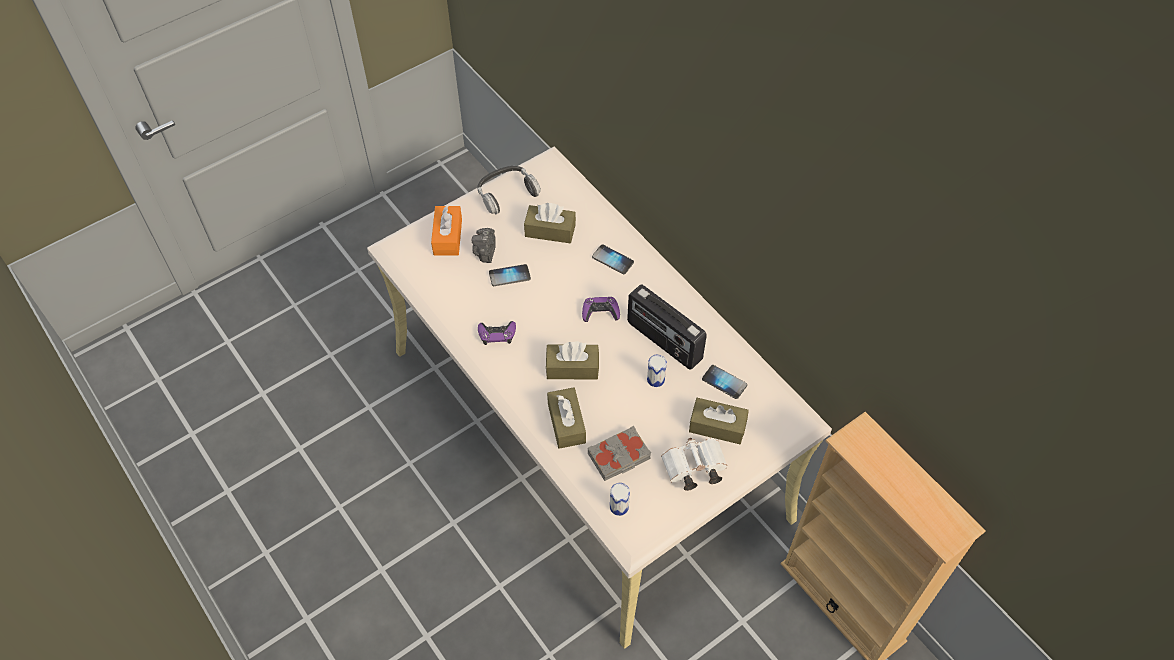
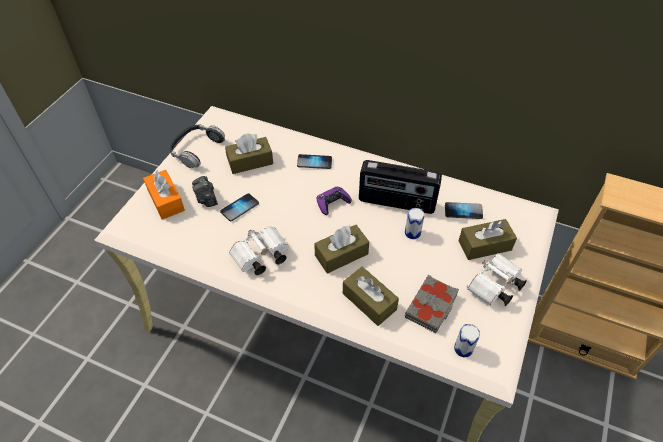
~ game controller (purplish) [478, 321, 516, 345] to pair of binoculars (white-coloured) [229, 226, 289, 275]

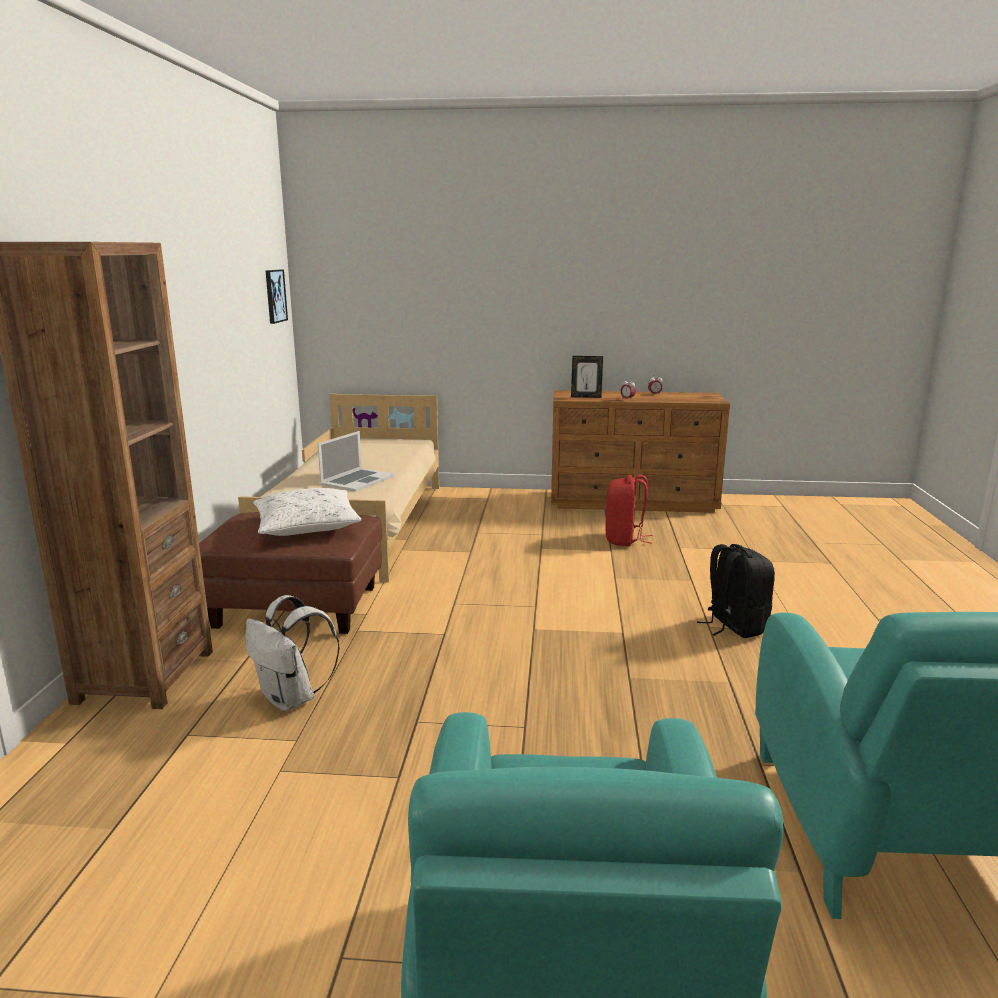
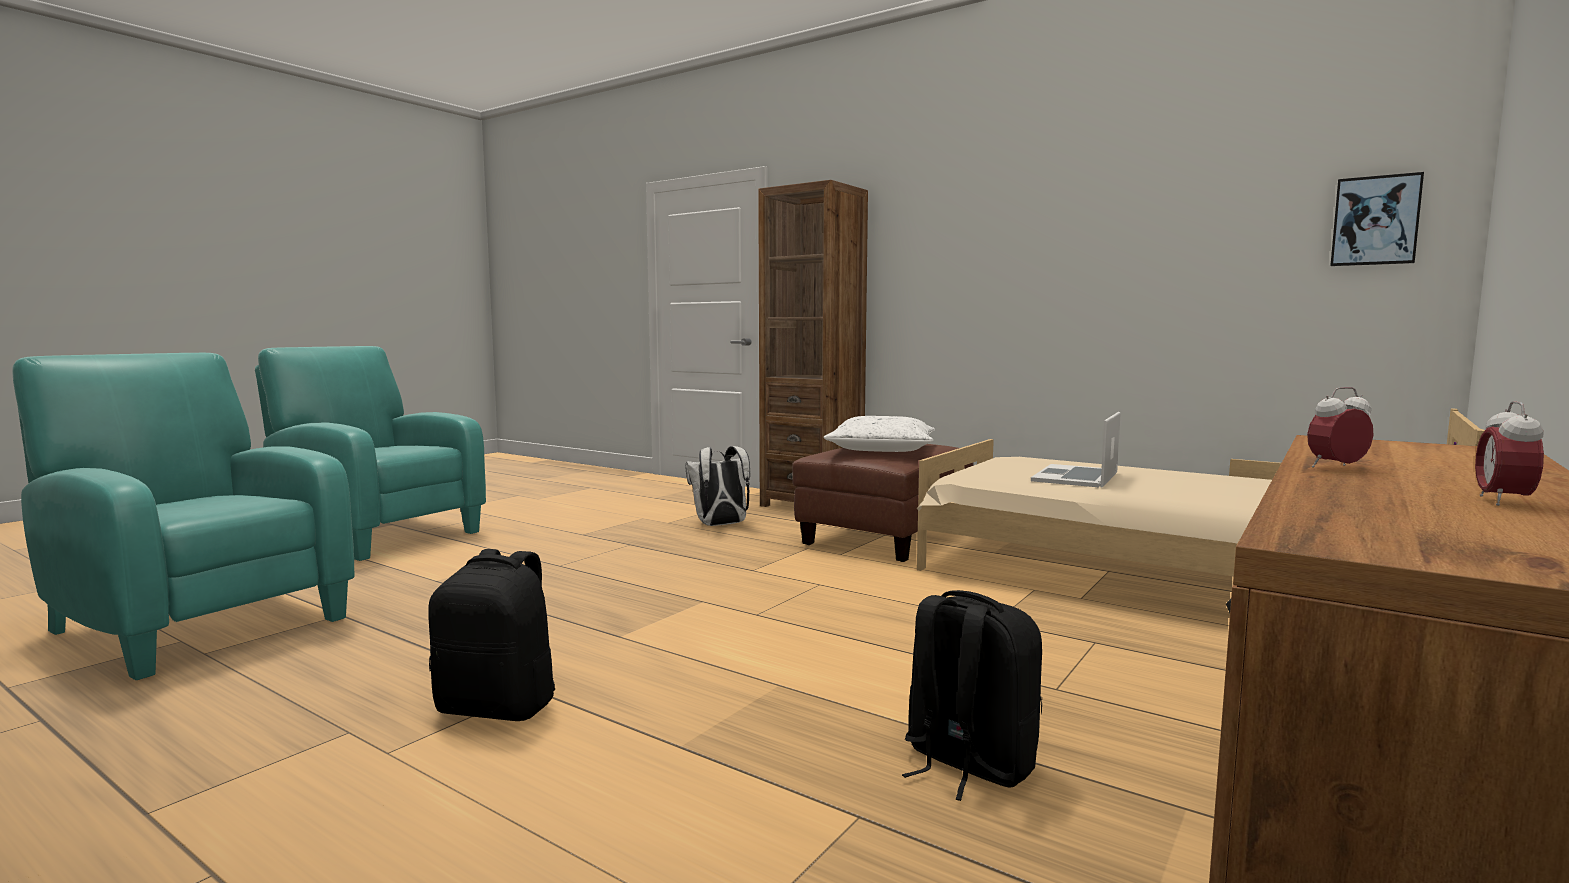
- picture frame [571, 356, 603, 398]
~ backpack (red) [605, 475, 653, 546] to backpack (black-coloured) [902, 590, 1042, 801]
~ notebook computer [318, 431, 395, 492] = [1031, 412, 1121, 487] 60 degrees clockwise

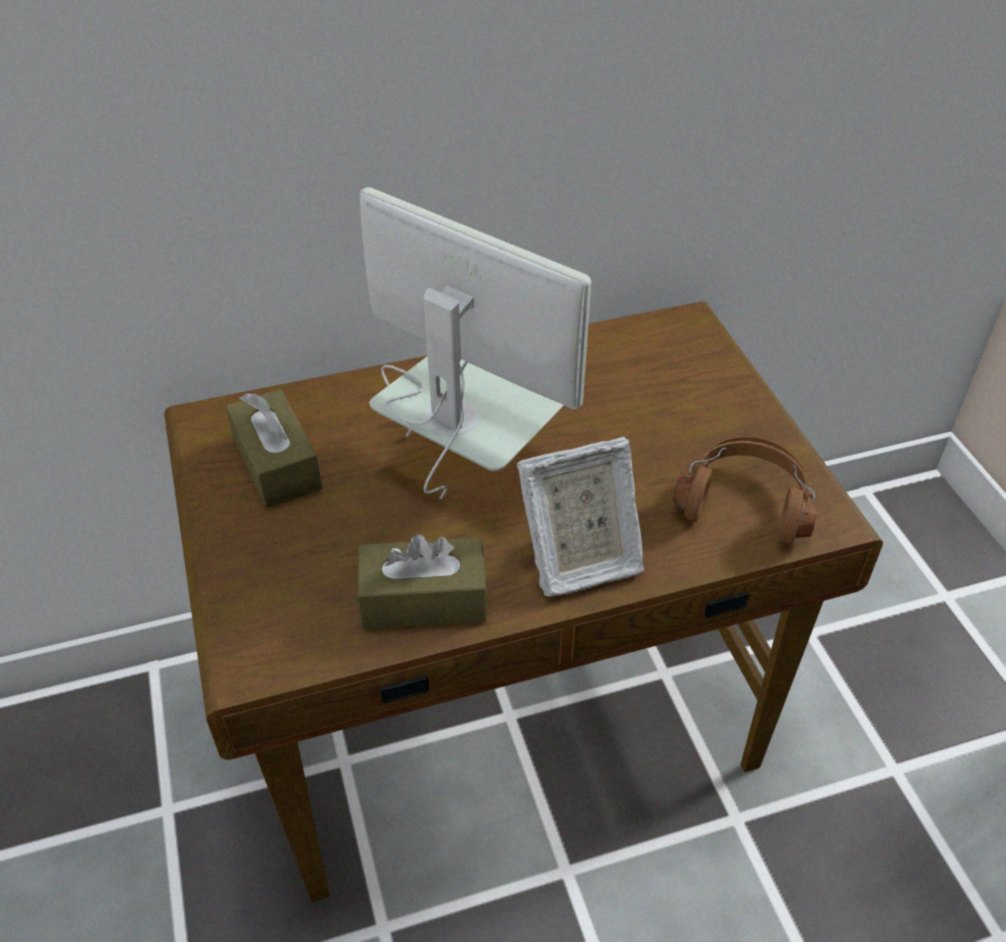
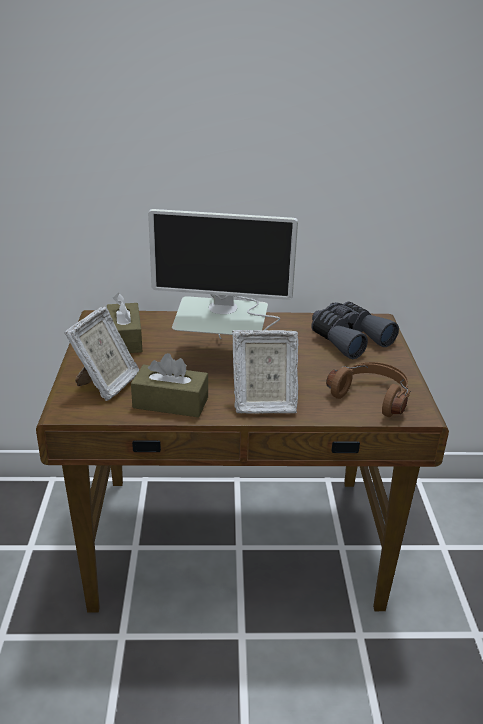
+ picture frame [65, 307, 139, 401]
+ pair of binoculars (greyish) [311, 302, 399, 359]
~ computer display [359, 187, 591, 499] = [148, 209, 298, 339] 135 degrees clockwise

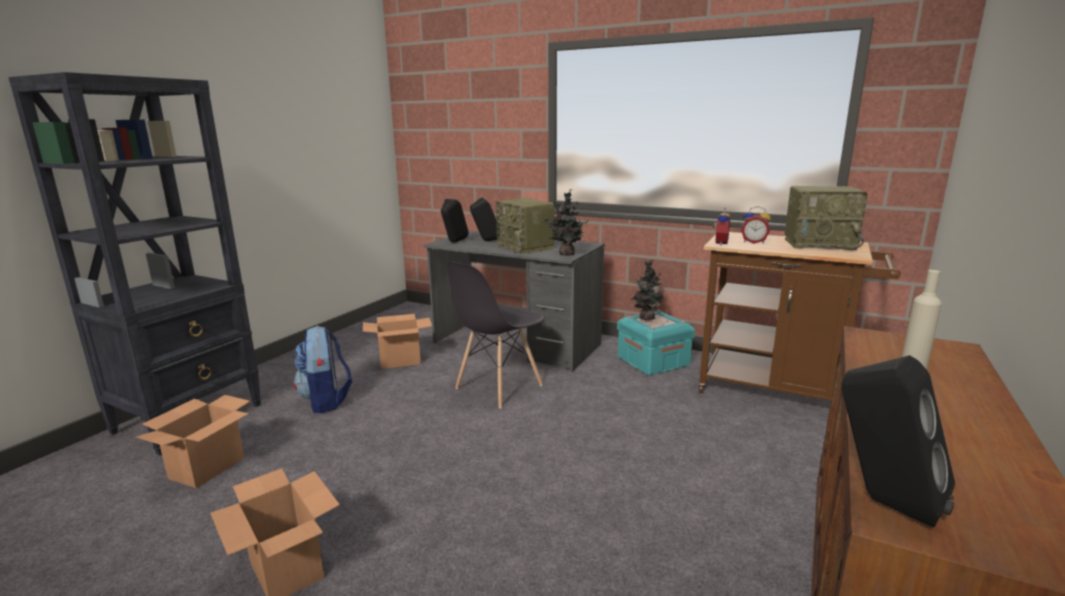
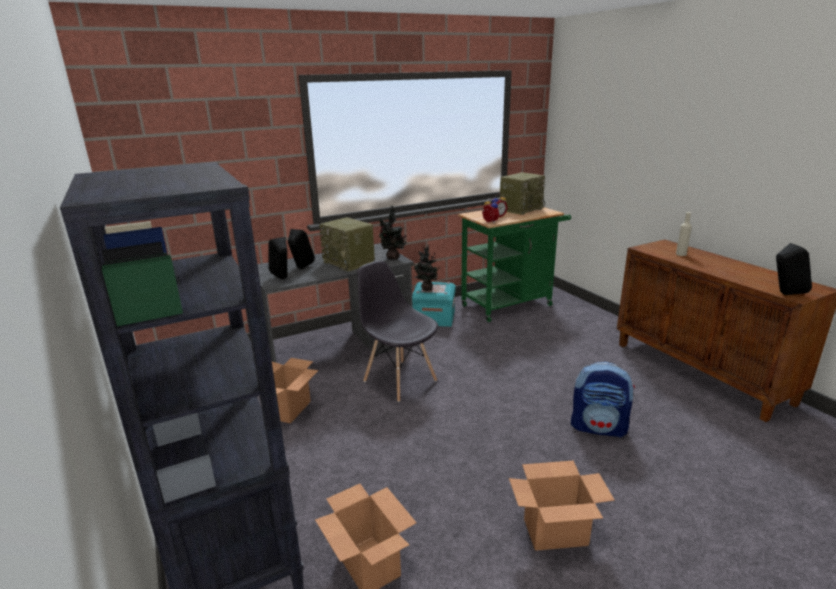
~ backpack [294, 326, 352, 413] to [571, 362, 635, 438]
~ trolley (brownish) [699, 232, 901, 401] to trolley (greenish) [458, 207, 571, 322]
~ plain chair (greyish) [447, 261, 545, 408] = [357, 261, 438, 402] 150 degrees clockwise
~ radio [496, 198, 555, 254] = [319, 217, 375, 272] 45 degrees clockwise

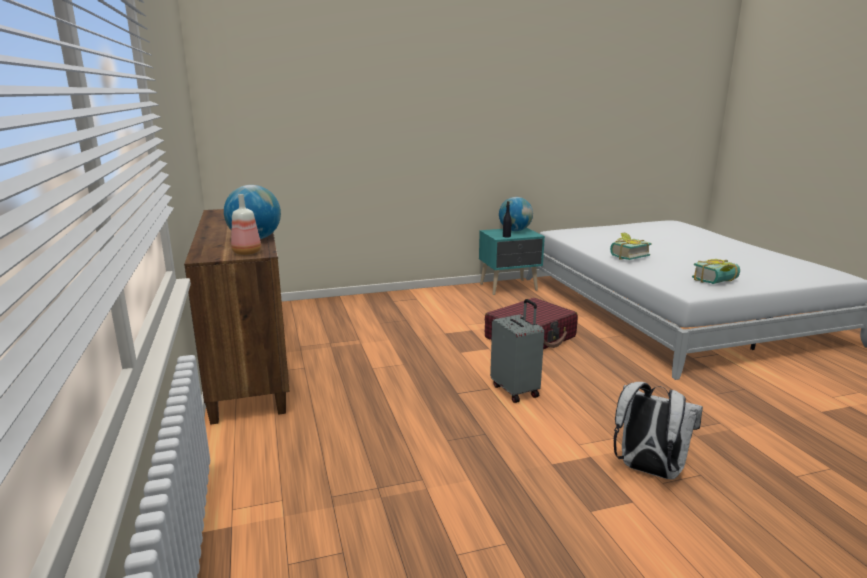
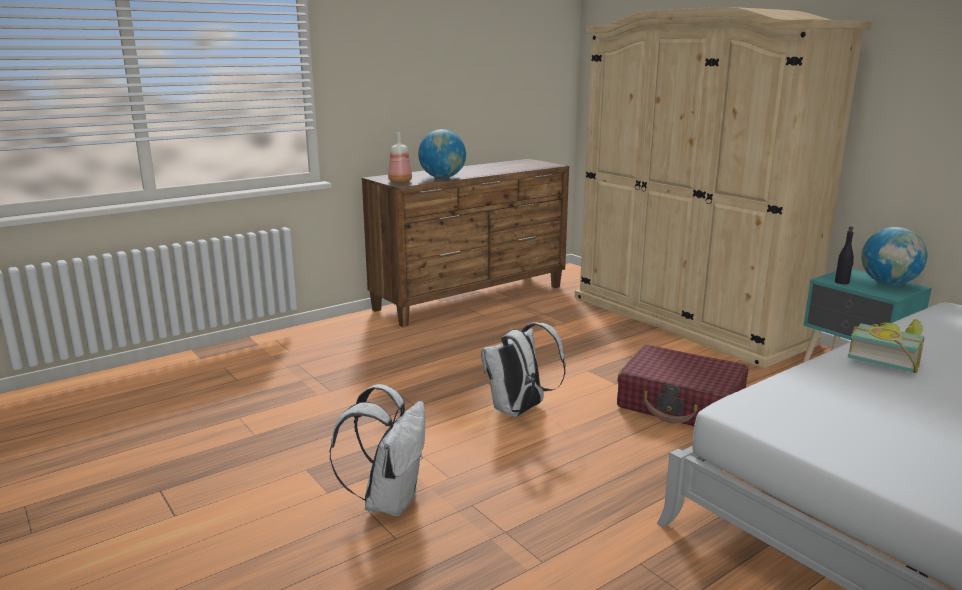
- book [692, 259, 740, 284]
+ wardrobe (sand-coloured) [575, 7, 872, 369]
~ piece of luggage (greyish) [490, 299, 544, 403] to backpack (white-coloured) [481, 322, 566, 417]

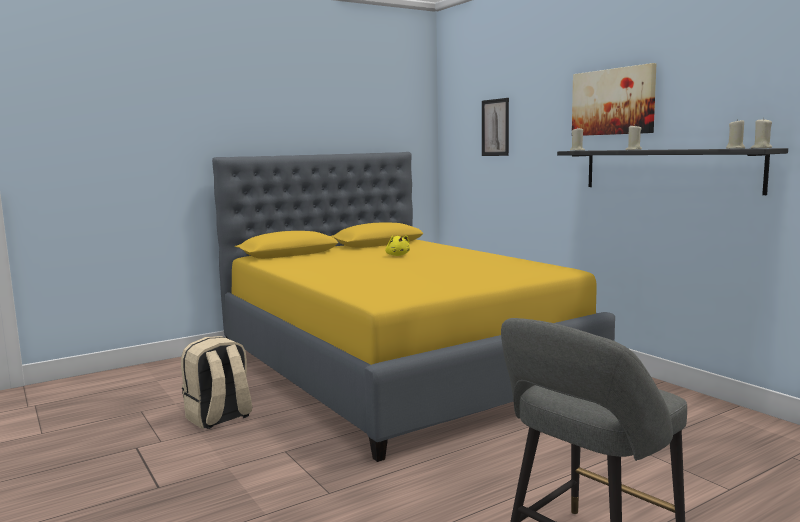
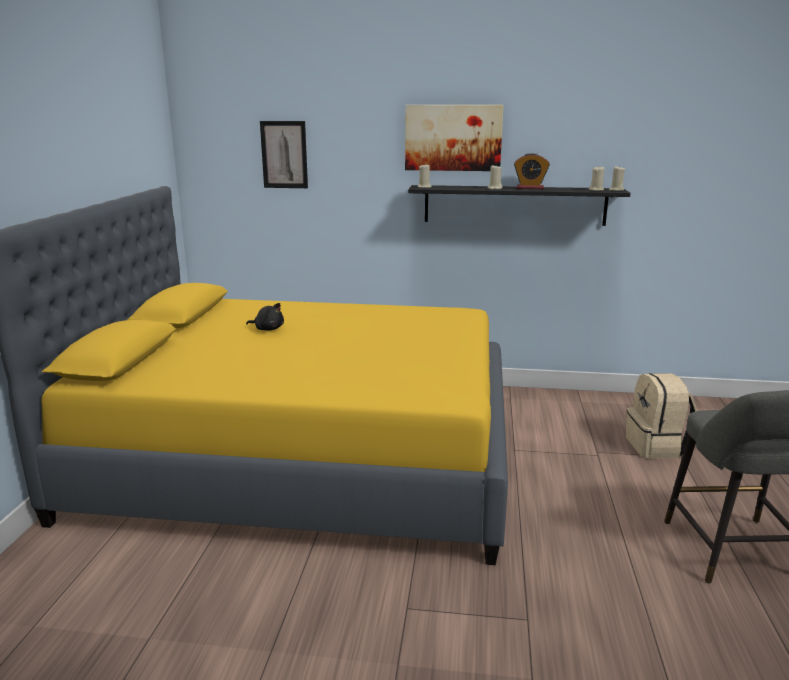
+ alarm clock [514, 153, 550, 189]
~ backpack (sand-coloured) [181, 336, 252, 429] to [625, 373, 697, 459]
~ soft toy (yellow-coloured) [385, 235, 410, 256] to soft toy (black-coloured) [246, 303, 284, 331]

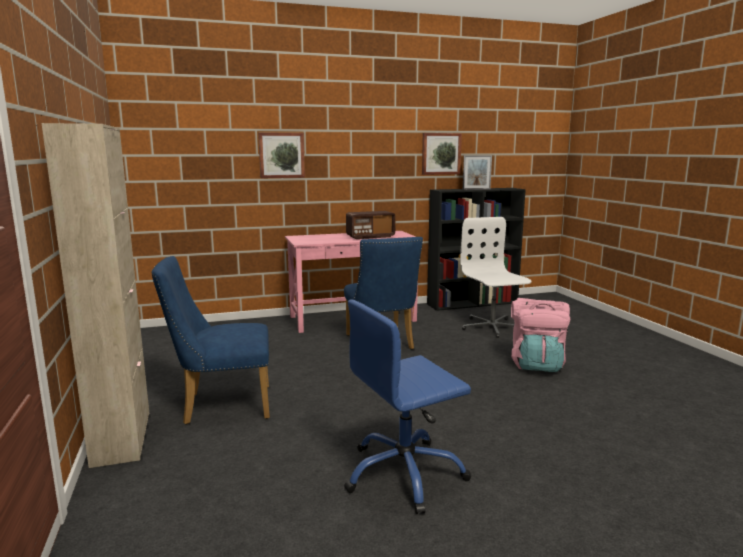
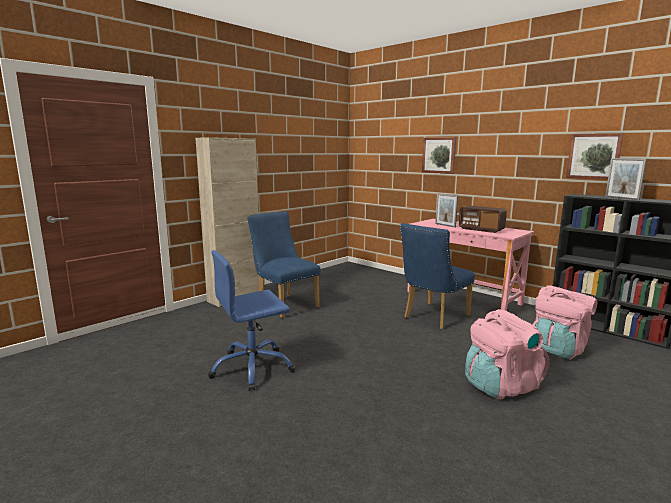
+ picture frame [435, 194, 458, 227]
~ desk chair (white-coloured) [460, 217, 531, 338] to backpack (pinkish) [532, 285, 597, 359]
~ desk chair (bluish) [344, 299, 471, 514] = [208, 250, 296, 391] 60 degrees counterclockwise

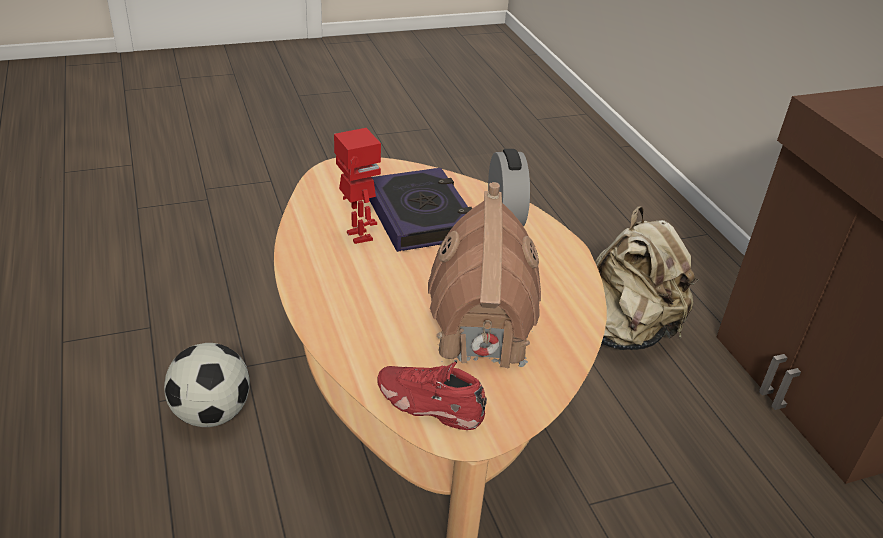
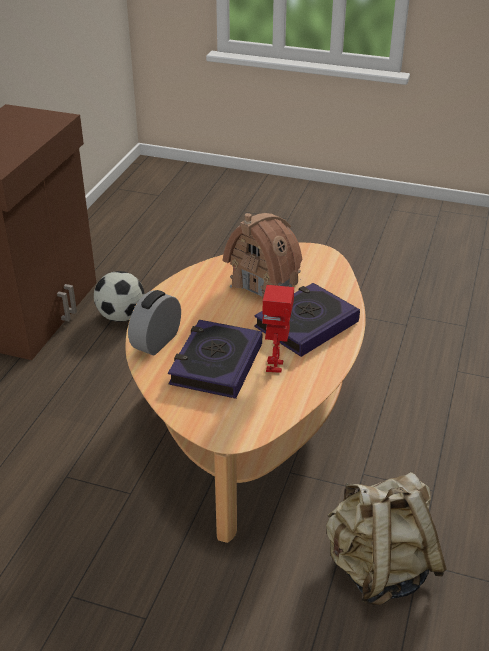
- low shoe (red) [377, 361, 487, 430]
+ book [254, 283, 360, 357]
~ ball for football [164, 343, 250, 427] to [94, 271, 145, 322]
~ backpack (sand-coloured) [595, 206, 699, 350] to [326, 472, 447, 605]

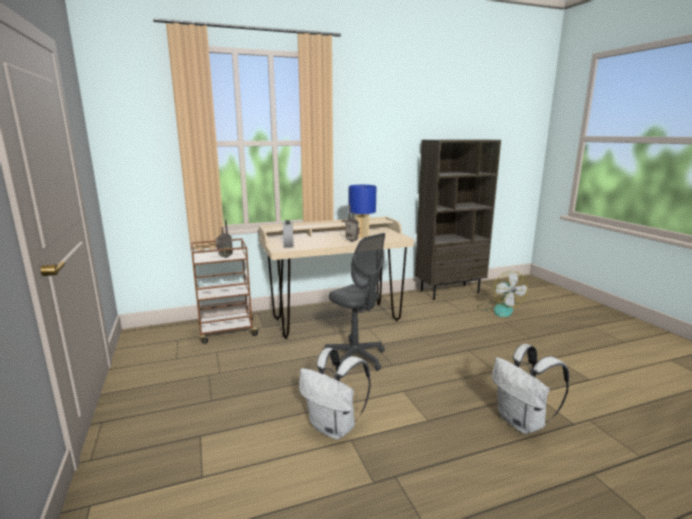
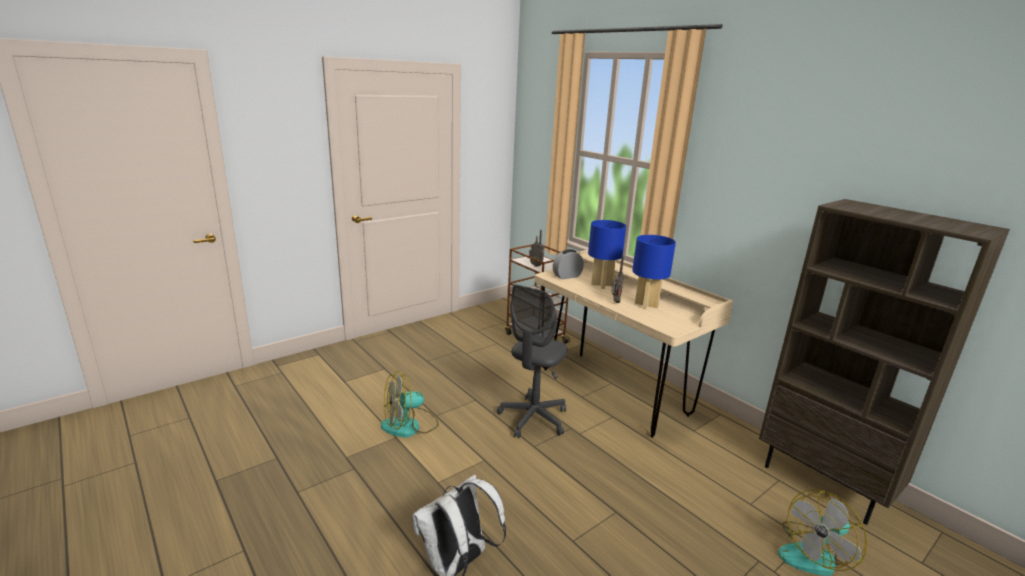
+ table lamp (bluish) [588, 220, 626, 289]
~ backpack (white-coloured) [299, 348, 371, 440] to cooling fan [381, 371, 439, 438]

